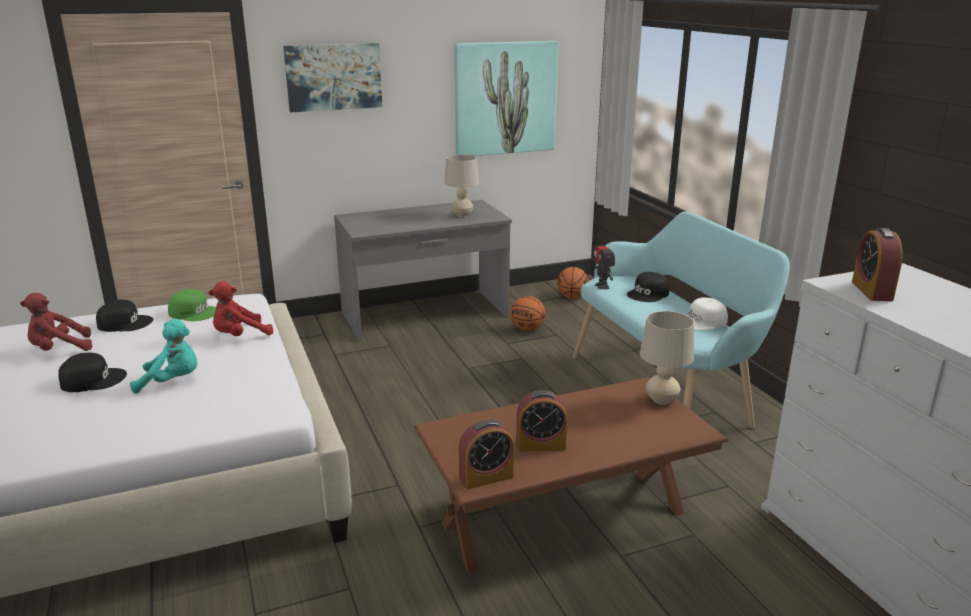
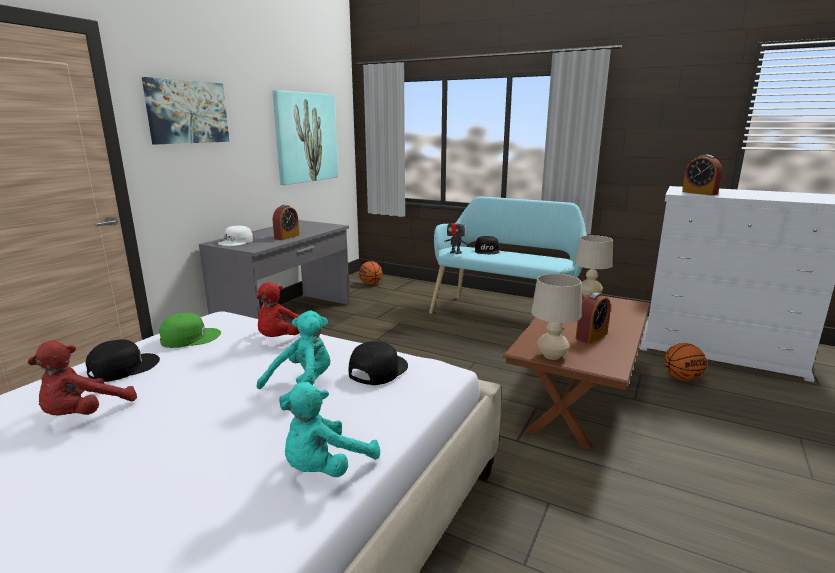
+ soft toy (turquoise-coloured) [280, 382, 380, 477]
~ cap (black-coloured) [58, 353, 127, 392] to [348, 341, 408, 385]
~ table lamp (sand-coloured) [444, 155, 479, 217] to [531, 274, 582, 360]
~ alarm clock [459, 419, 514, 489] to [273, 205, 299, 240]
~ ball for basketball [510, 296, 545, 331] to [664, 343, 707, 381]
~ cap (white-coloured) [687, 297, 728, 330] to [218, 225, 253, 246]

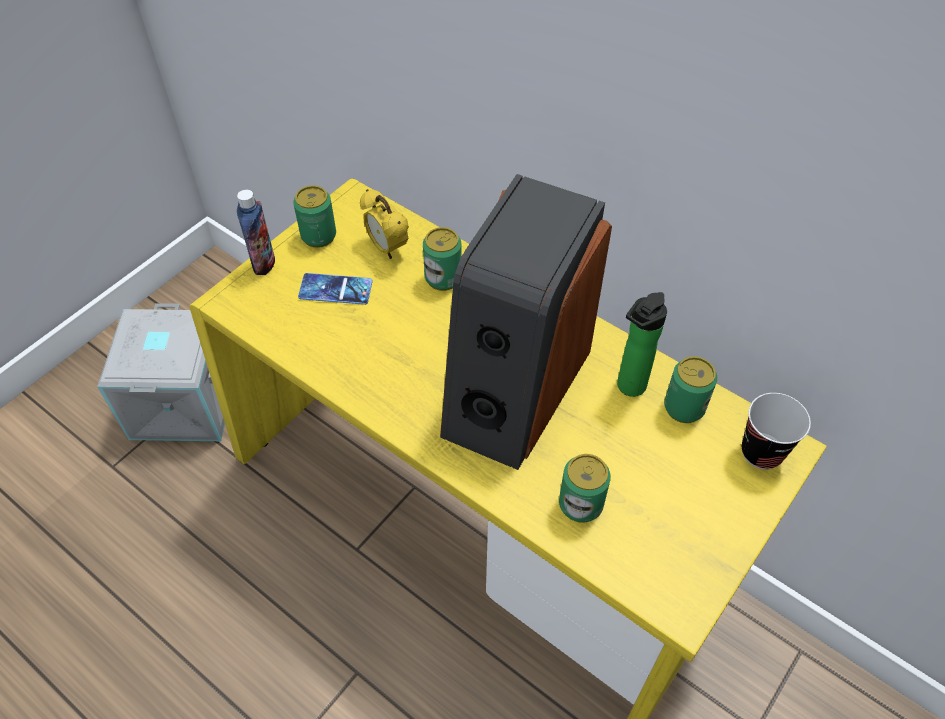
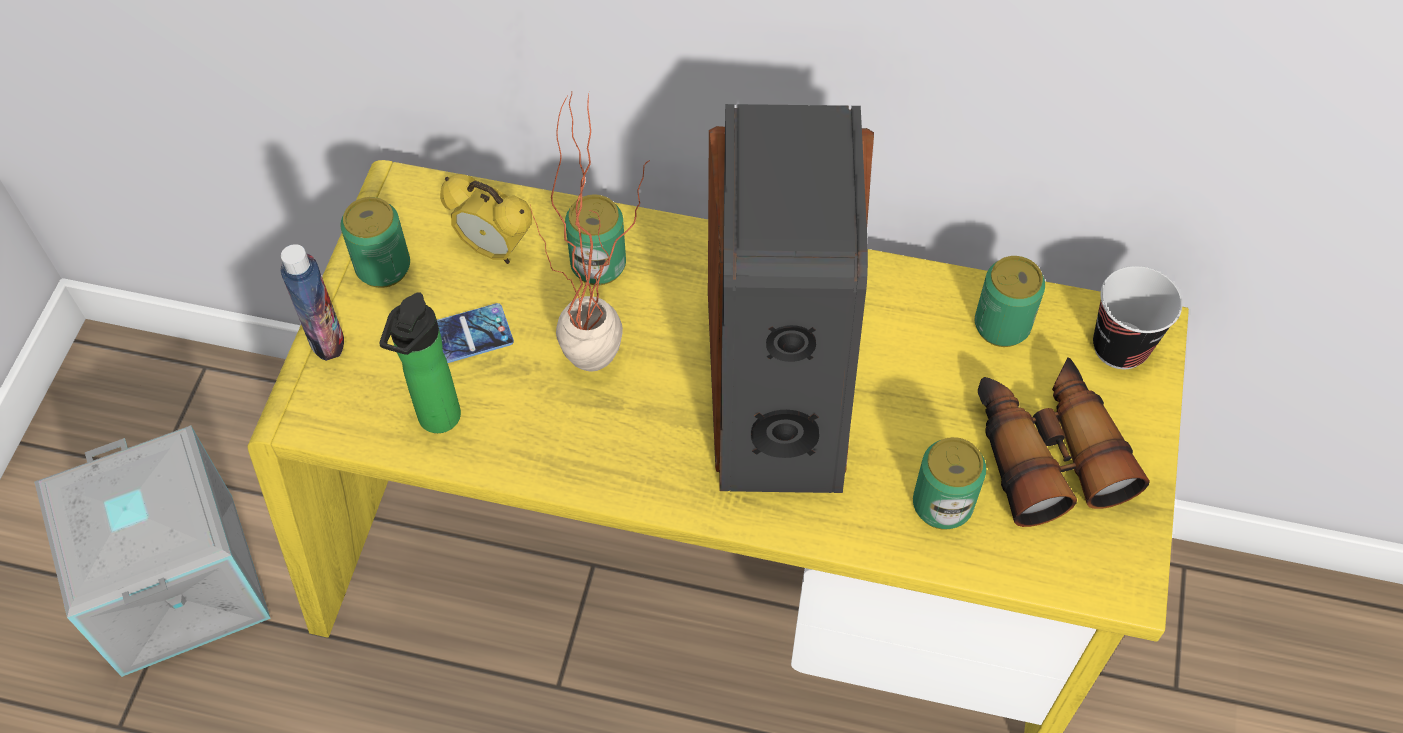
+ potted plant [530, 93, 650, 371]
+ pair of binoculars [978, 357, 1150, 527]
~ drink bottle [617, 292, 667, 397] to [379, 292, 461, 433]

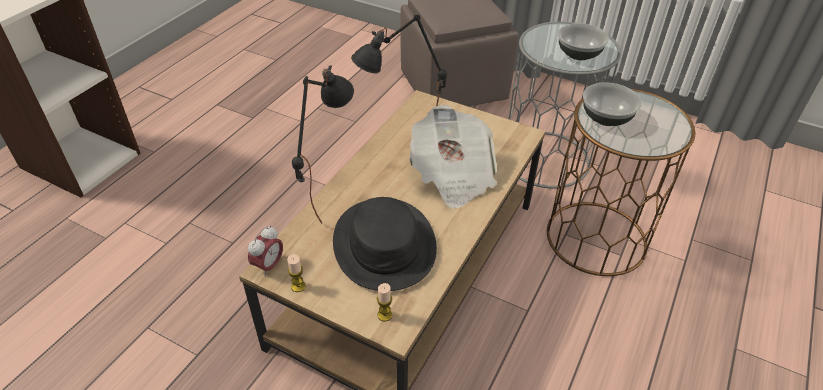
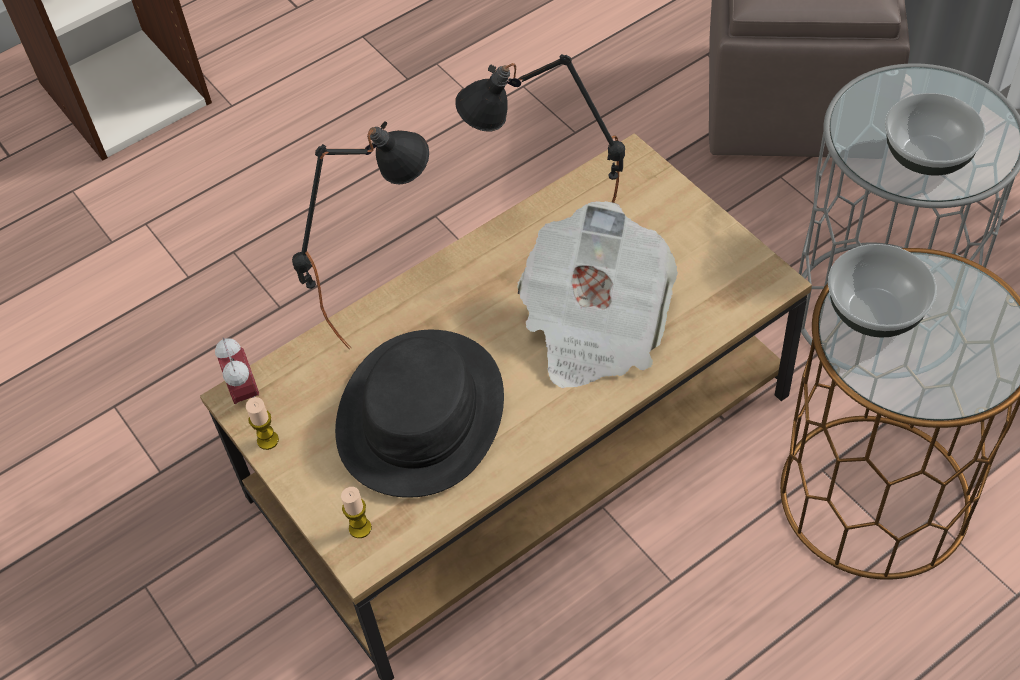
~ alarm clock [248, 226, 283, 277] = [215, 337, 259, 404] 75 degrees counterclockwise

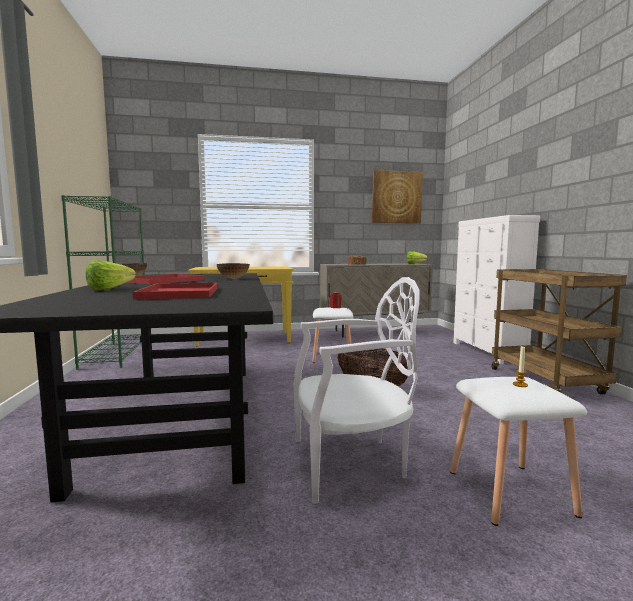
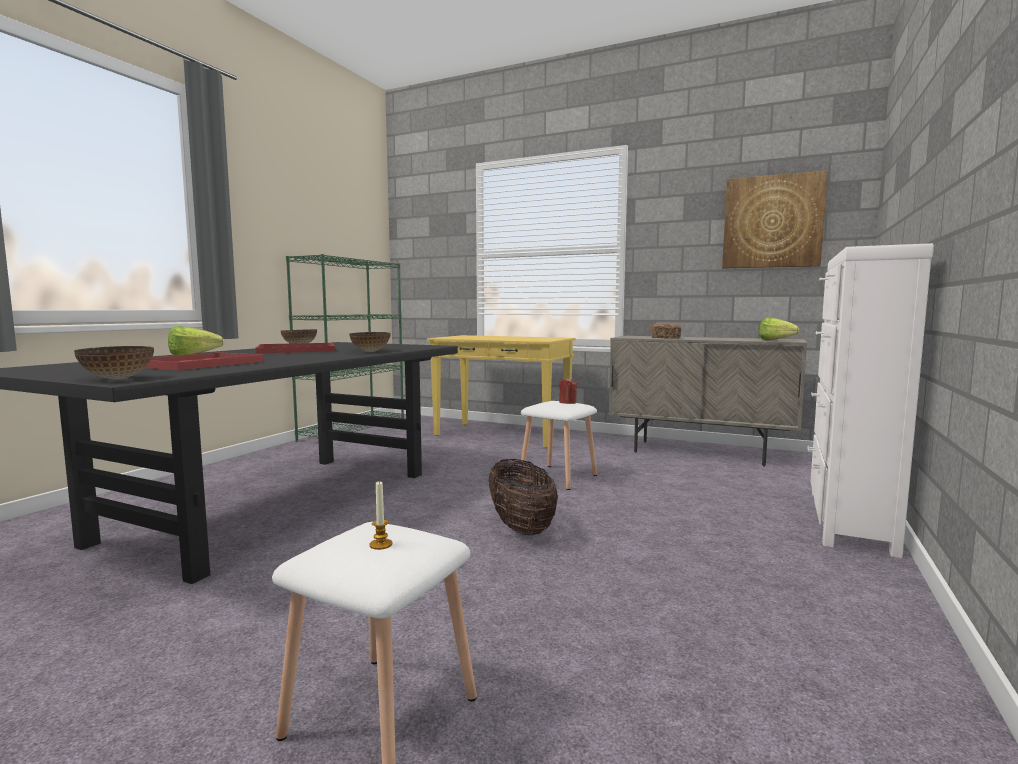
- plain chair (white-coloured) [293, 277, 419, 504]
- trolley (brownish) [491, 269, 627, 395]
+ bowl [74, 346, 154, 379]

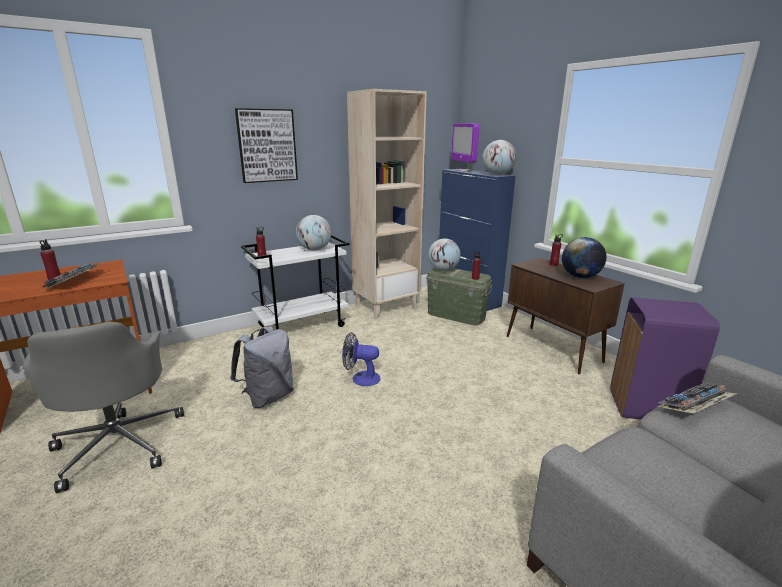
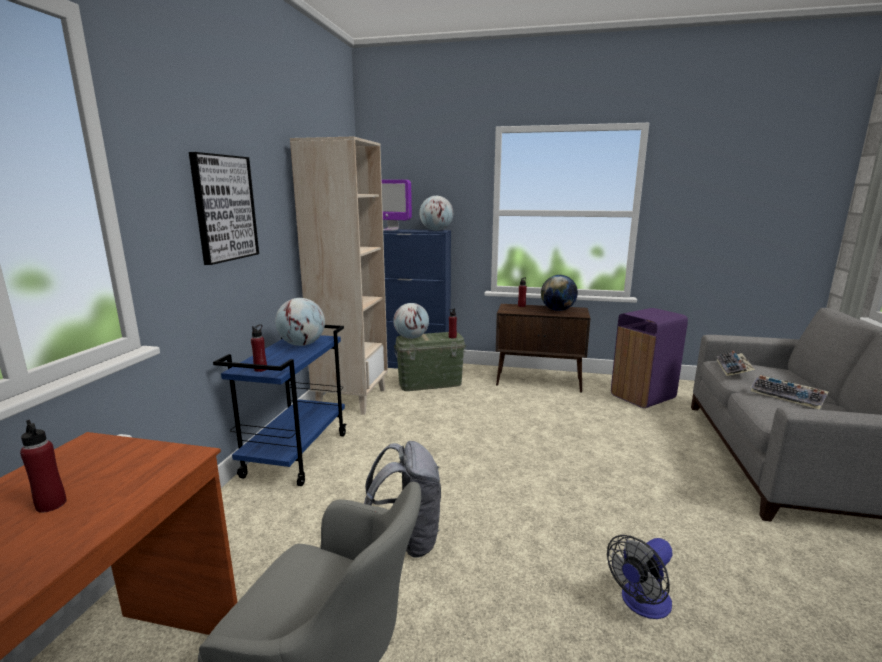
~ computer keyboard [42, 261, 104, 291] to [750, 375, 829, 410]
~ cooling fan [342, 332, 381, 386] to [607, 535, 672, 619]
~ trolley (white-coloured) [241, 235, 350, 329] to trolley (bluish) [213, 325, 346, 486]

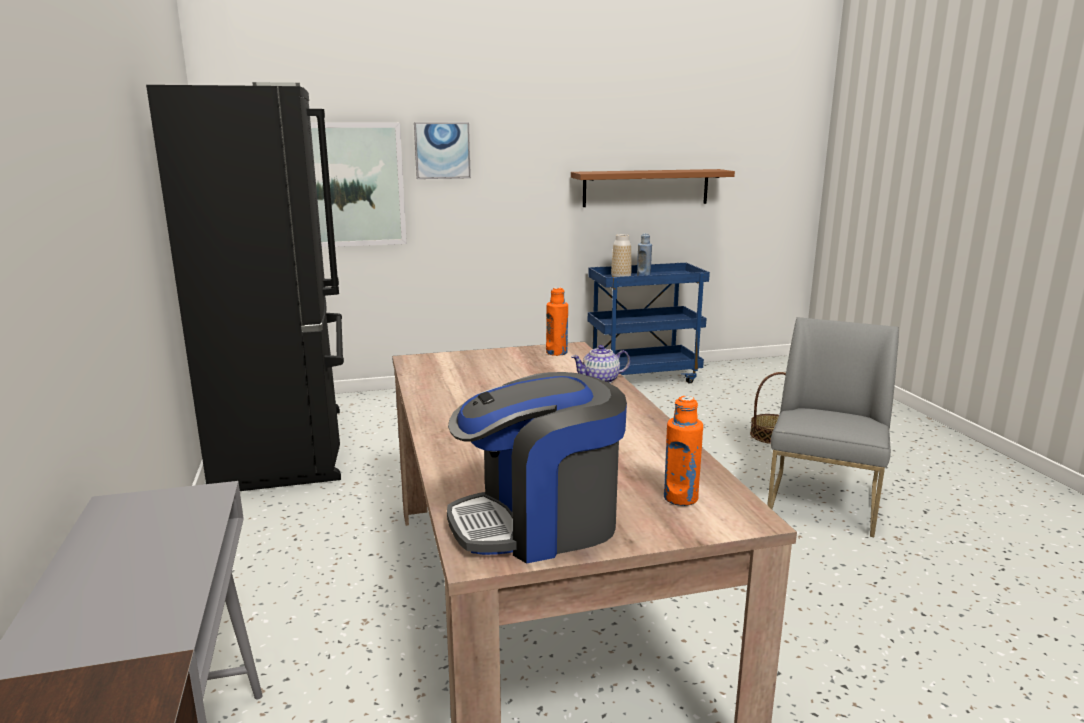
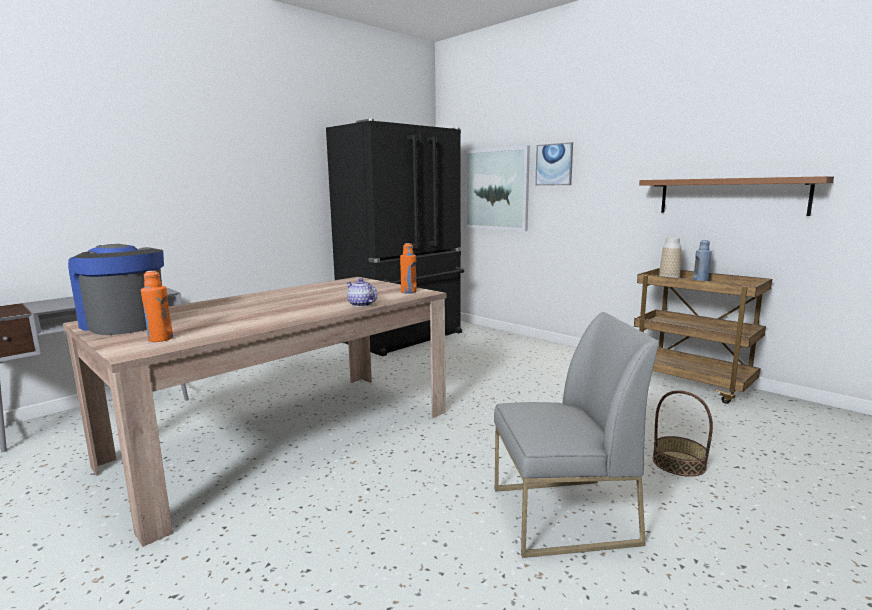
~ trolley (bluish) [588, 263, 710, 384] to trolley (brownish) [634, 268, 772, 404]

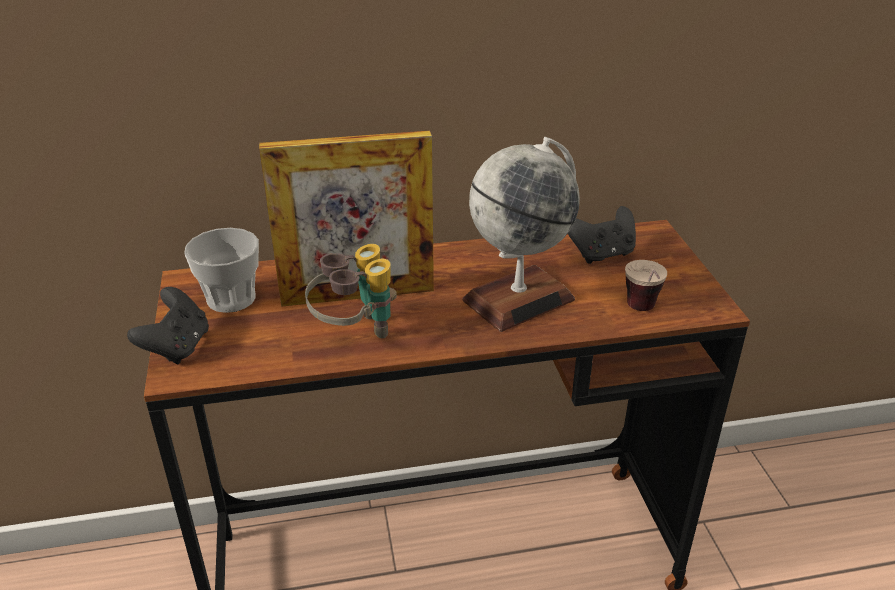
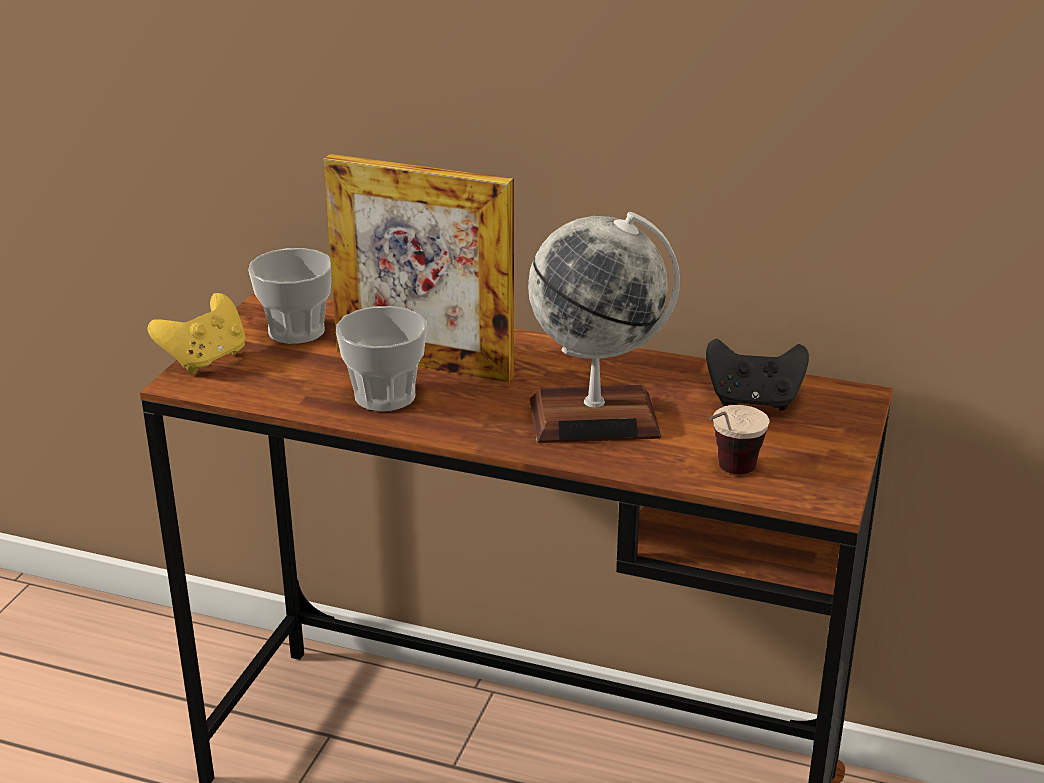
~ pair of binoculars [305, 244, 397, 338] to small cup [336, 306, 427, 411]
~ game controller (black-coloured) [127, 287, 209, 364] to game controller (yellow-coloured) [147, 293, 246, 374]

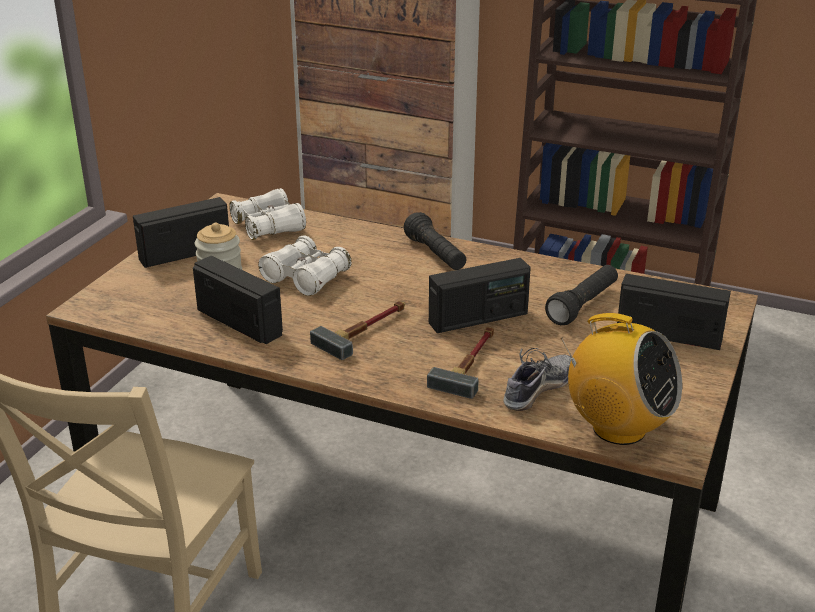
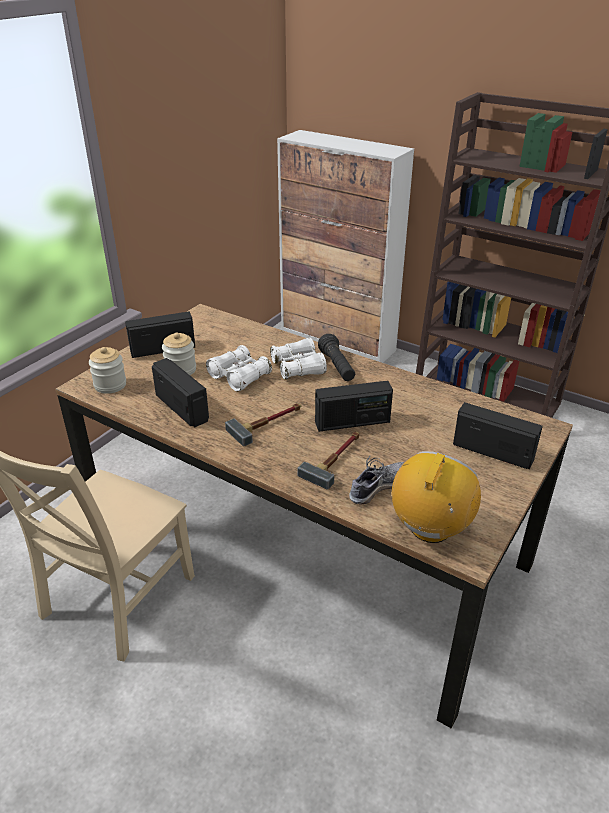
- torch (black-coloured) [545, 265, 618, 325]
+ storage jar [89, 347, 126, 394]
~ pair of binoculars (white-coloured) [229, 188, 306, 240] to [270, 338, 327, 380]
~ radio [560, 313, 682, 445] = [392, 451, 481, 543] 105 degrees counterclockwise

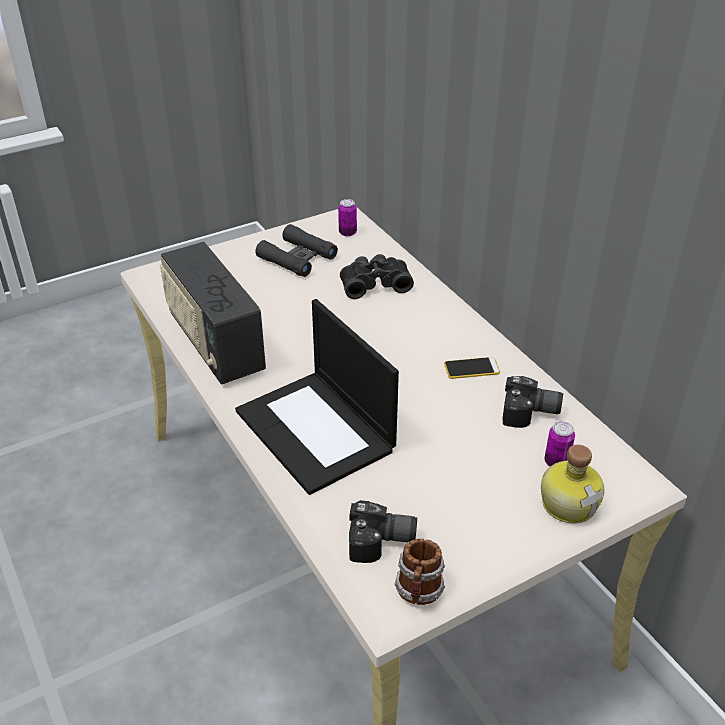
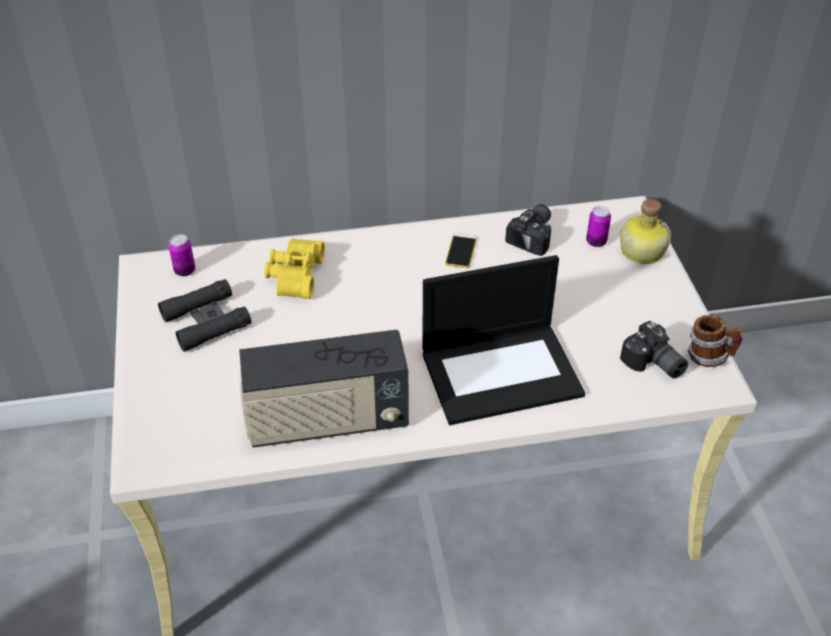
~ pair of binoculars (black-coloured) [340, 254, 414, 299] to pair of binoculars (yellow-coloured) [264, 238, 325, 299]
~ still camera [349, 500, 417, 563] = [620, 321, 688, 379] 120 degrees clockwise

